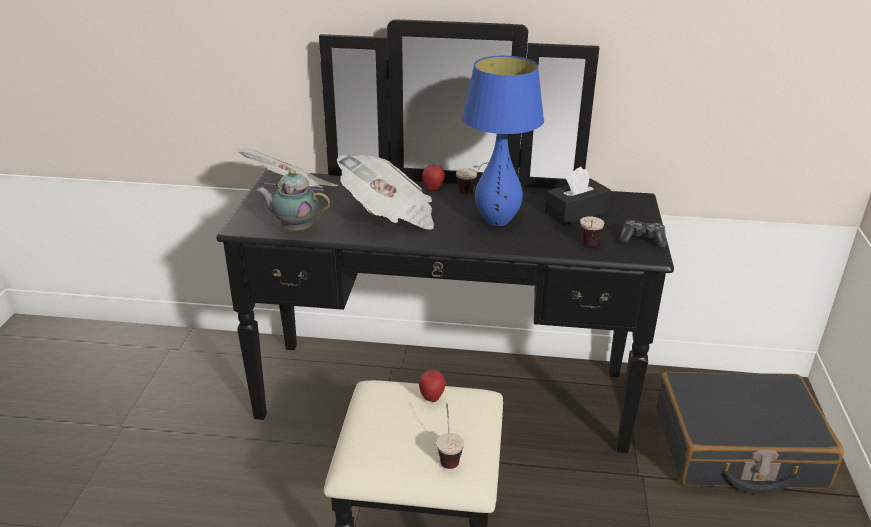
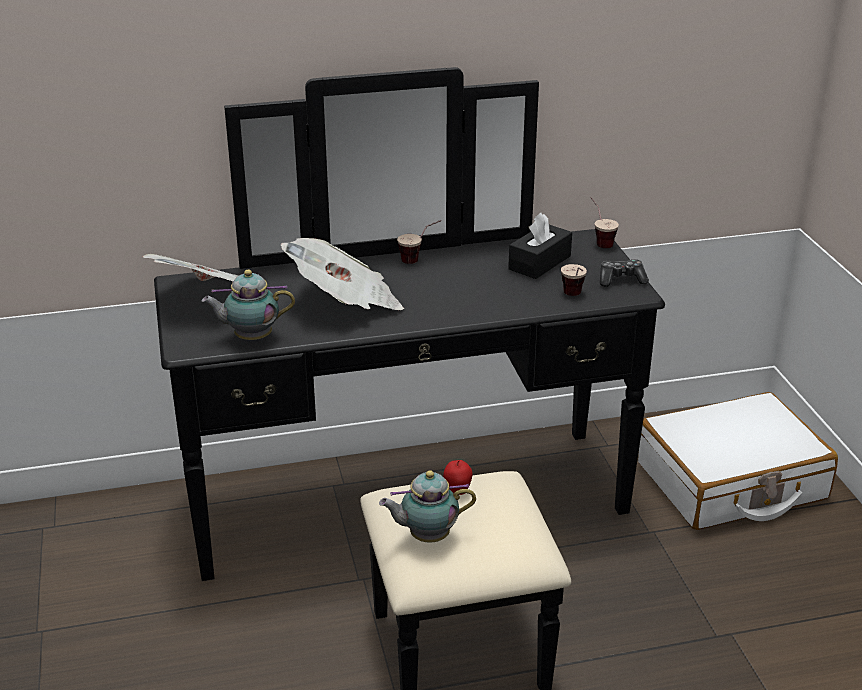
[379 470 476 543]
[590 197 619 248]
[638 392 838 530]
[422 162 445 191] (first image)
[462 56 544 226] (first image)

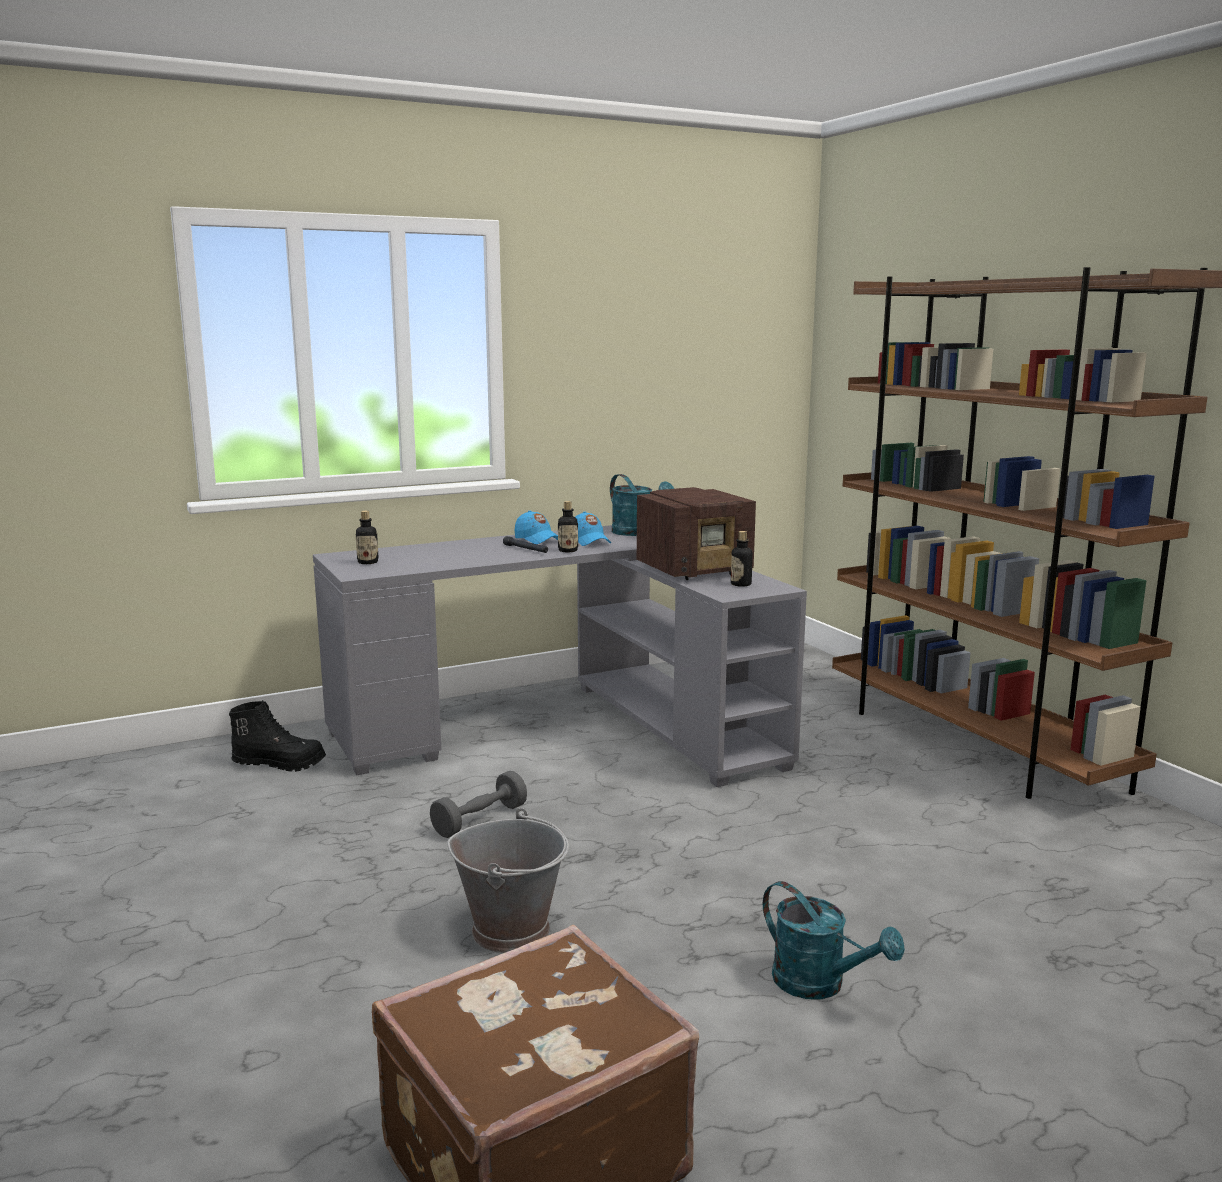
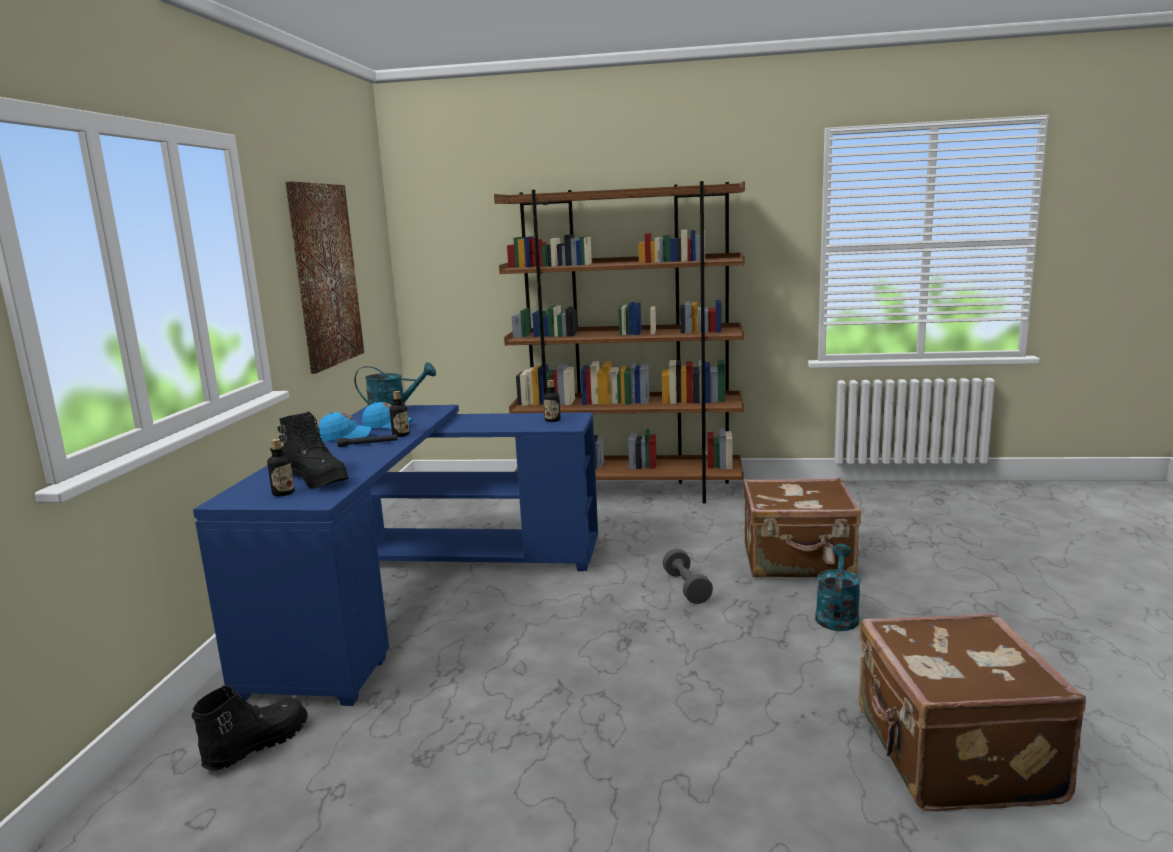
[193 405 598 706]
[278 412 349 489]
[285 181 364 374]
[663 549 713 604]
[743 478 861 578]
[815 544 861 631]
[447 808 569 953] (first image)
[637 487 756 580] (first image)

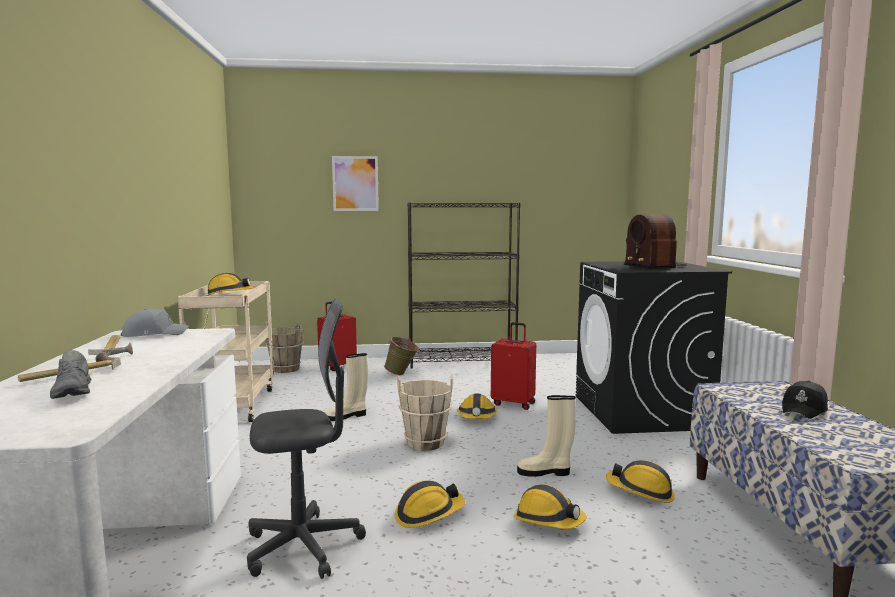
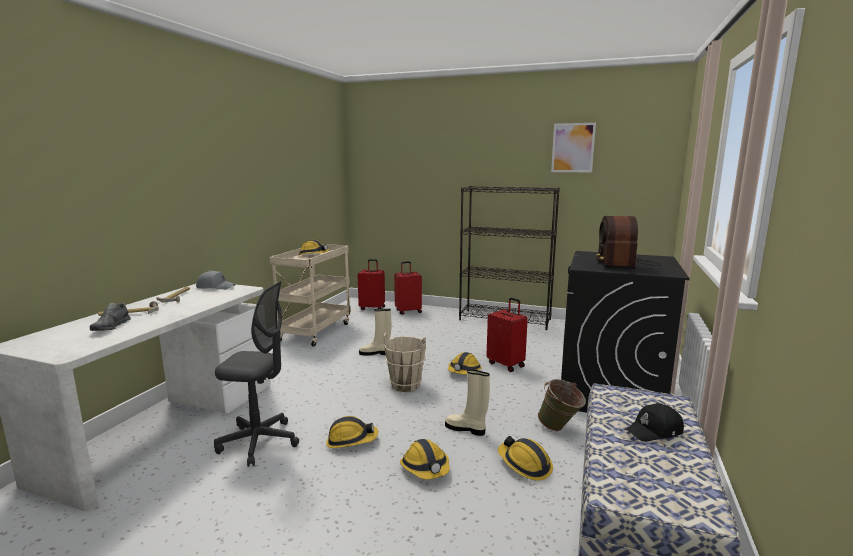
[358 259 385 310]
[538 379 586 431]
[551 123 596 172]

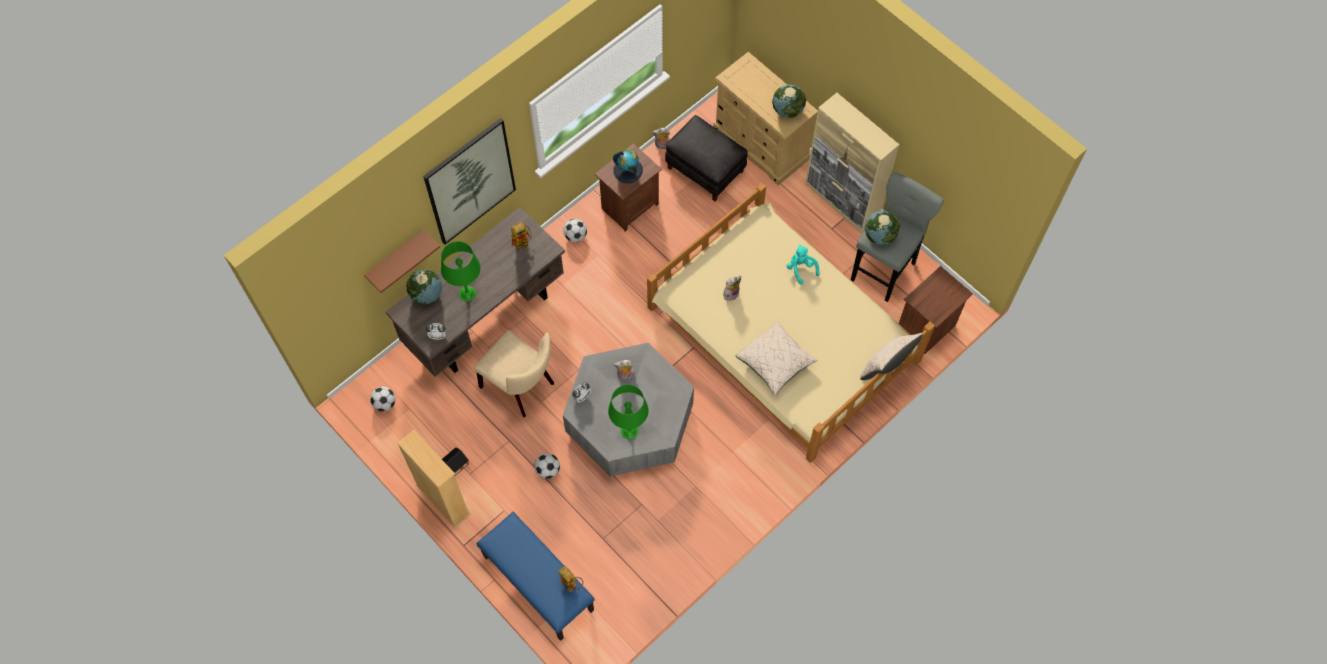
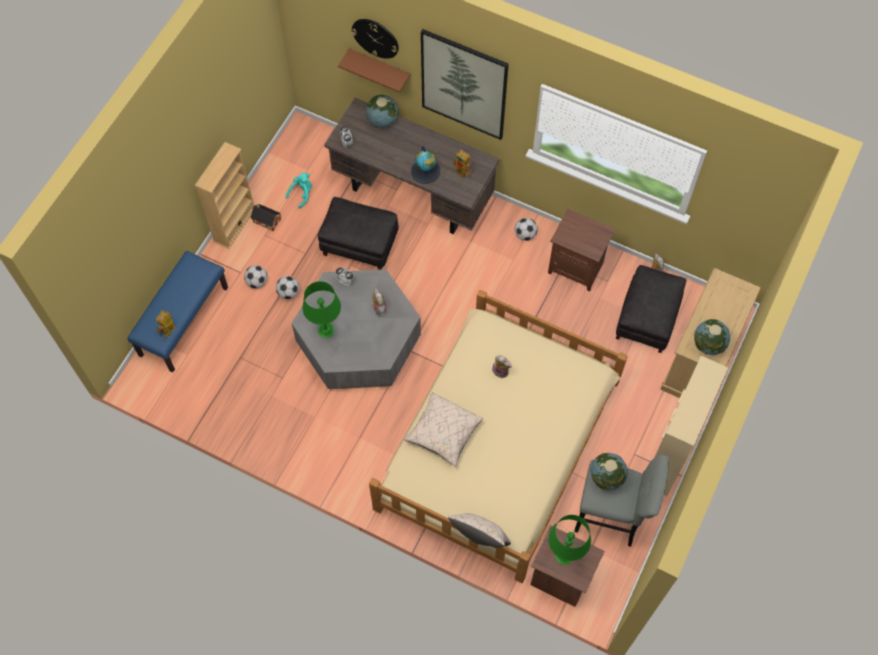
[244 265 268 288]
[286 173 312 208]
[318 197 398 270]
[351 19 399 59]
[411 146 440 184]
[548 515 591 565]

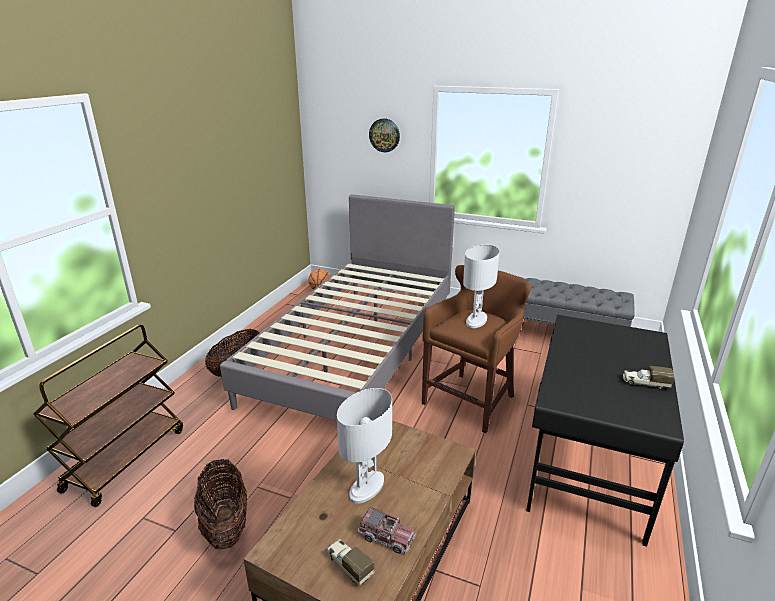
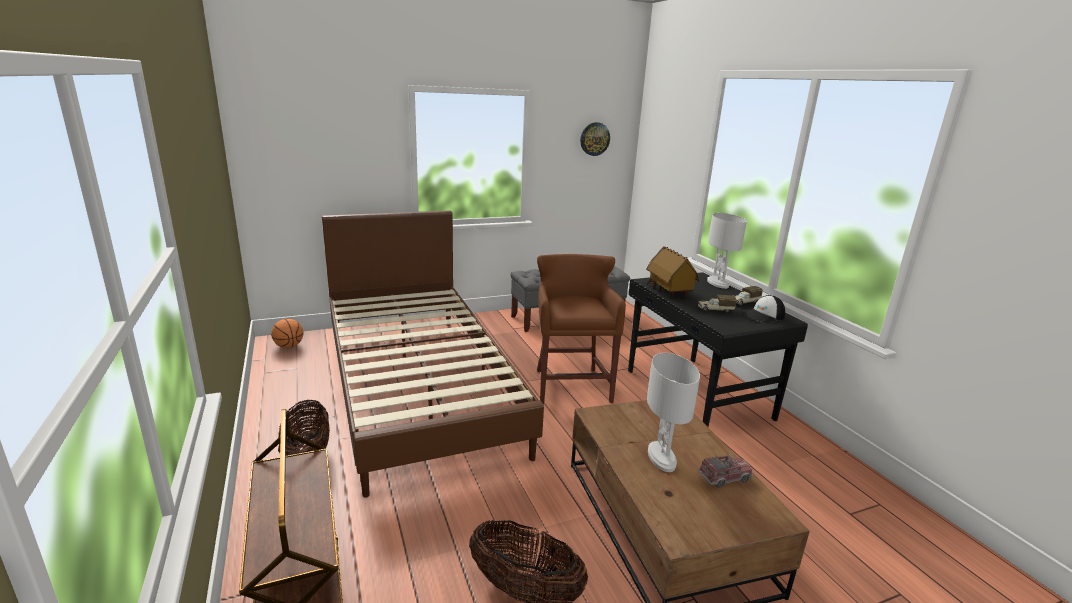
[322 210 544 498]
[580 122 610 156]
[646 246 699 298]
[698 295 736 312]
[707 213 747 289]
[742 295 785 323]

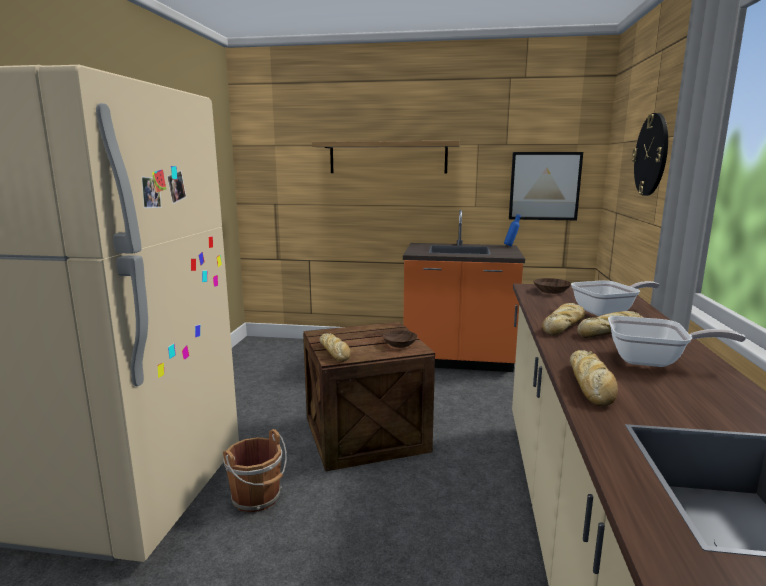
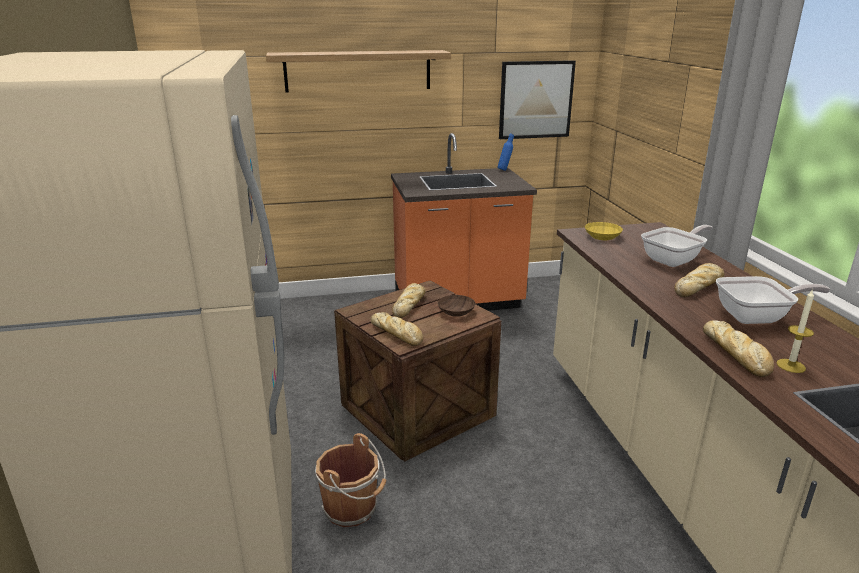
[392 283 426 318]
[585 222 623 240]
[776 289 814 373]
[632 113 668 196] (first image)

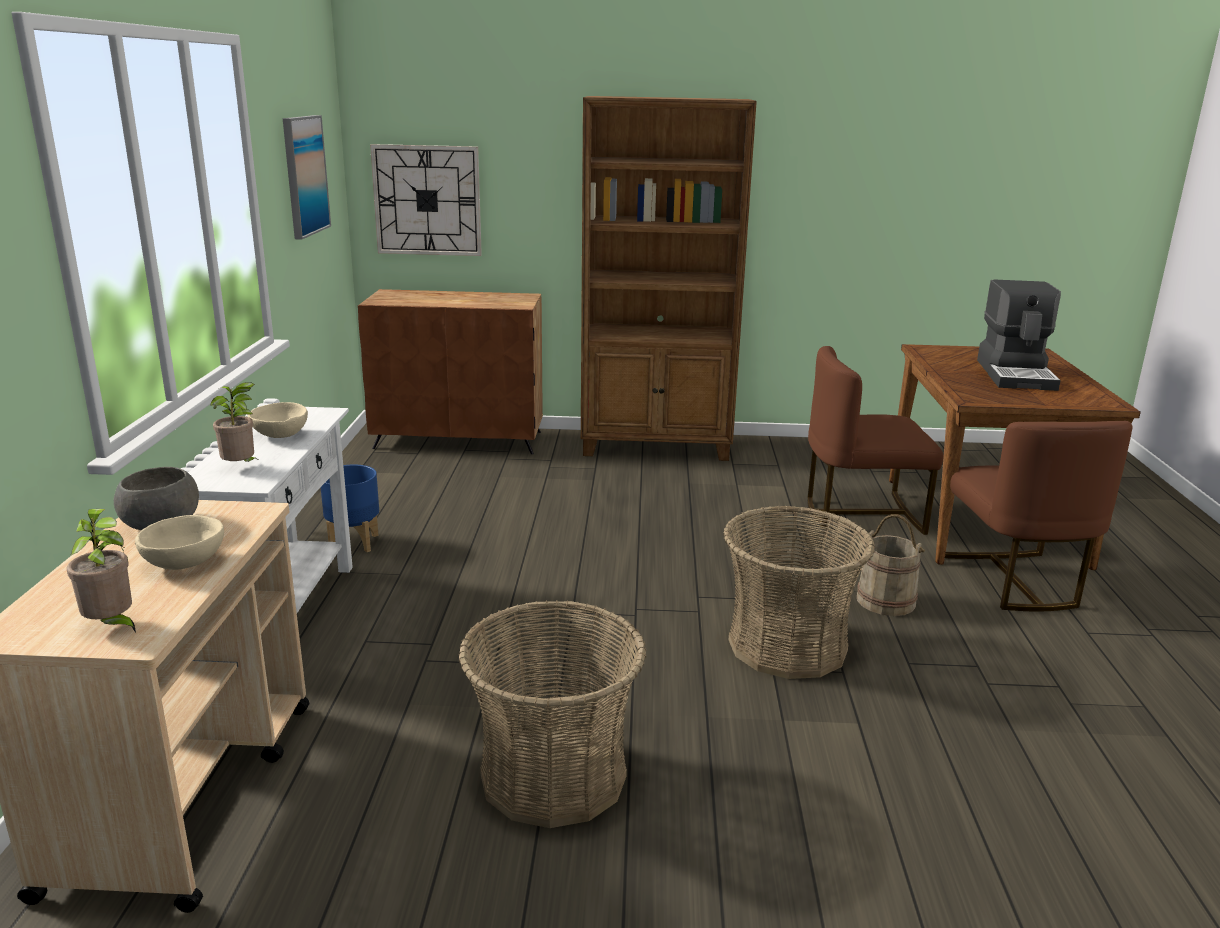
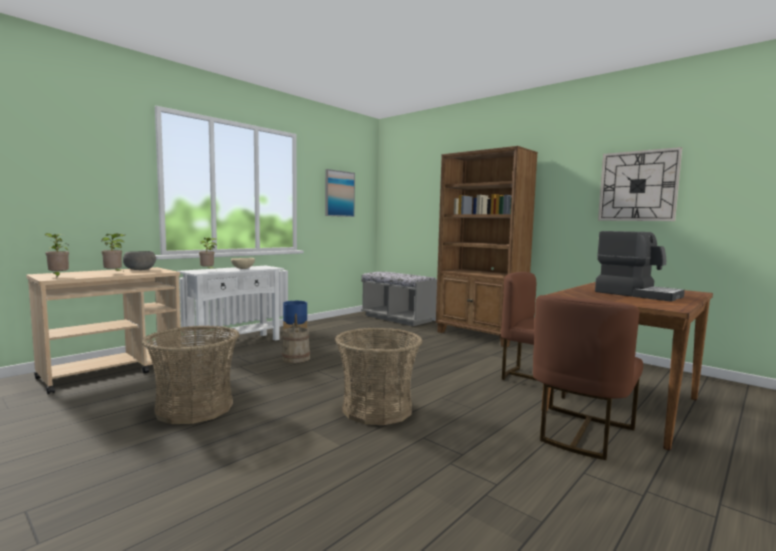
[101 233 126 273]
[282 314 310 363]
[361 272 437 326]
[595 231 685 302]
[598 147 682 221]

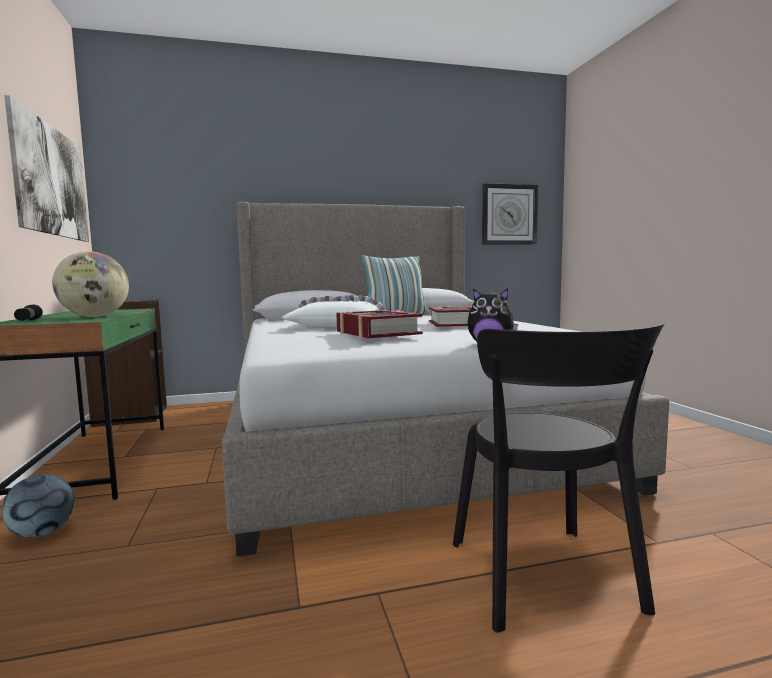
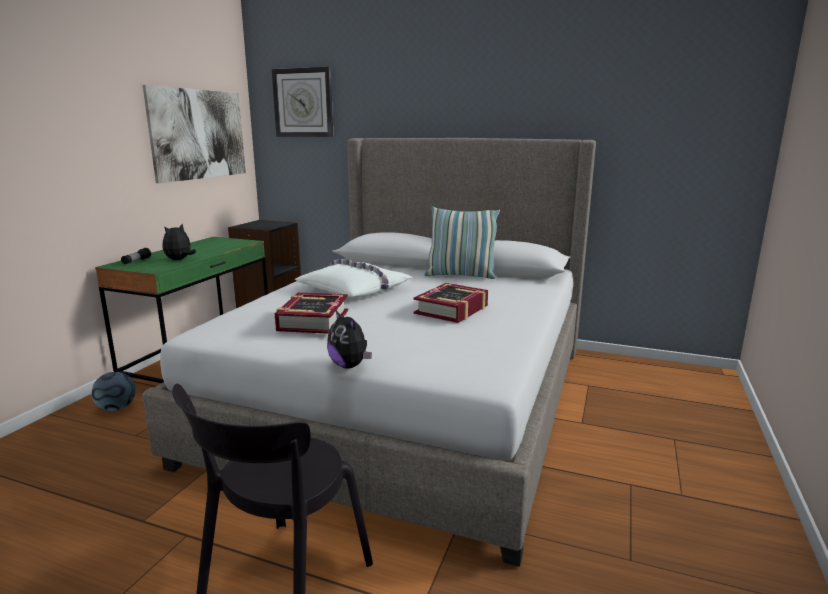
[163 224 196 260]
[272 67 334 137]

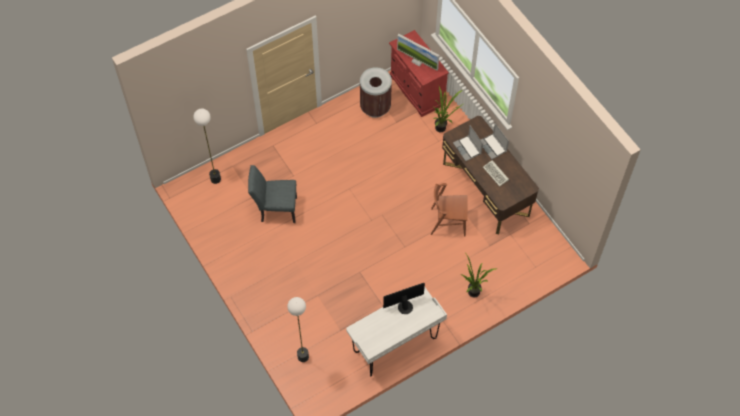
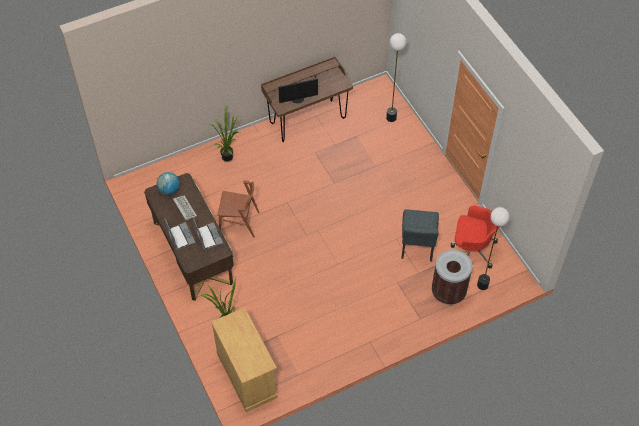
[157 172 180 195]
[211 307 277 412]
[261 56 353 142]
[401 209 439 261]
[432 250 472 305]
[451 206 500 269]
[397 34 439 71] (first image)

